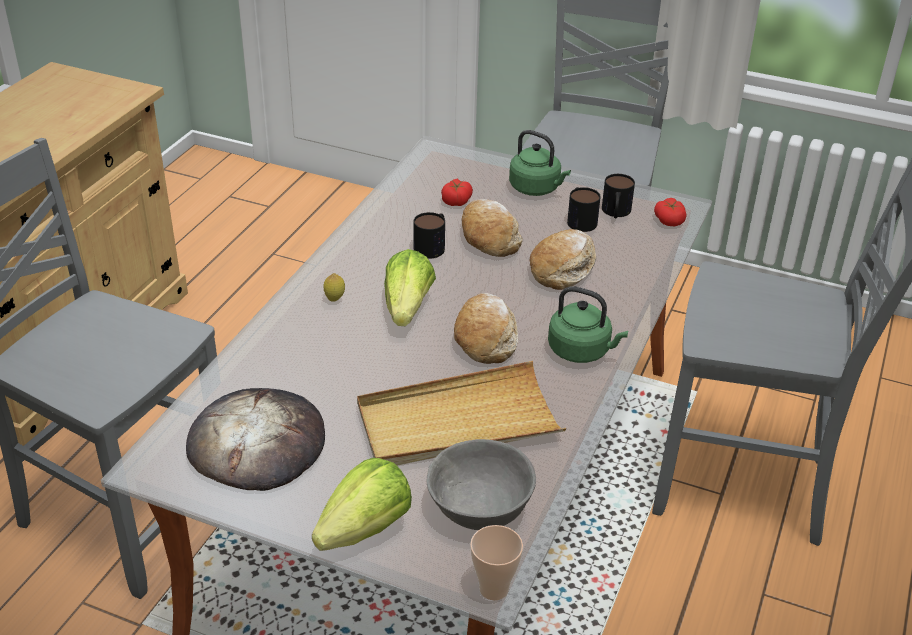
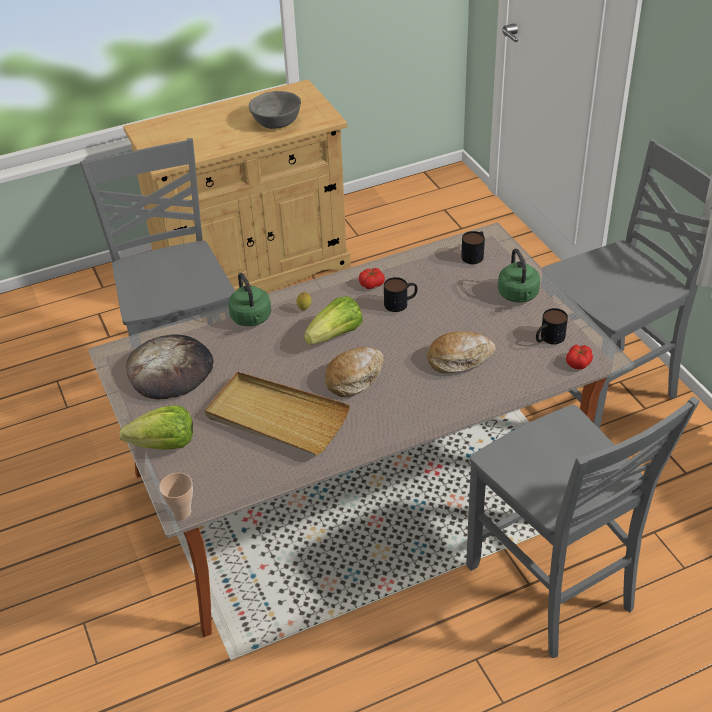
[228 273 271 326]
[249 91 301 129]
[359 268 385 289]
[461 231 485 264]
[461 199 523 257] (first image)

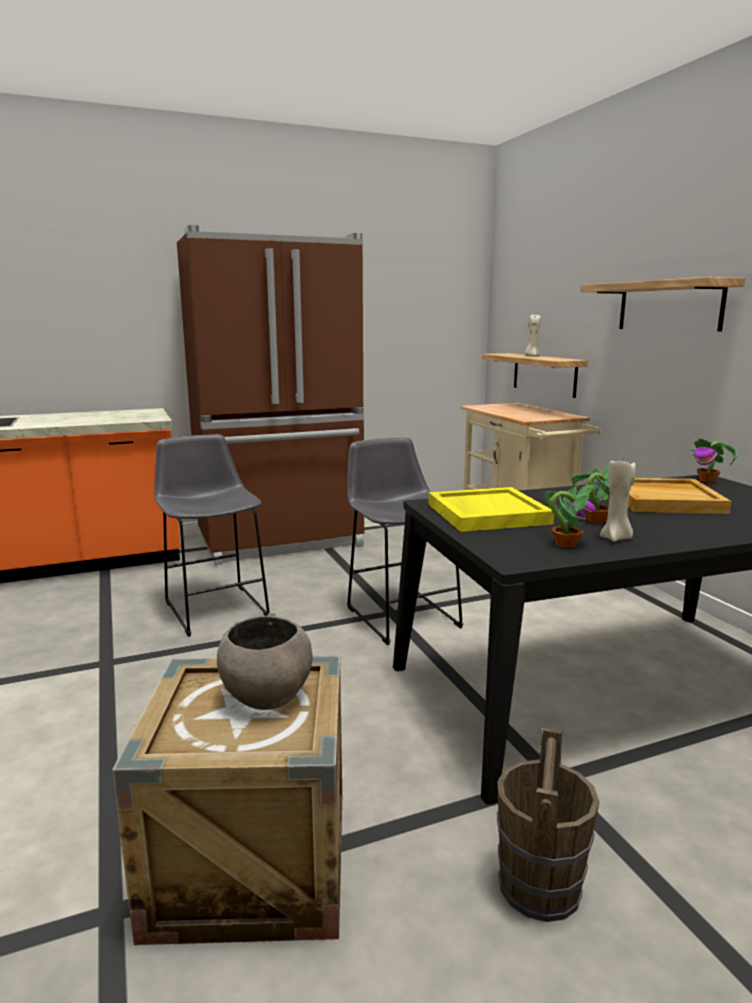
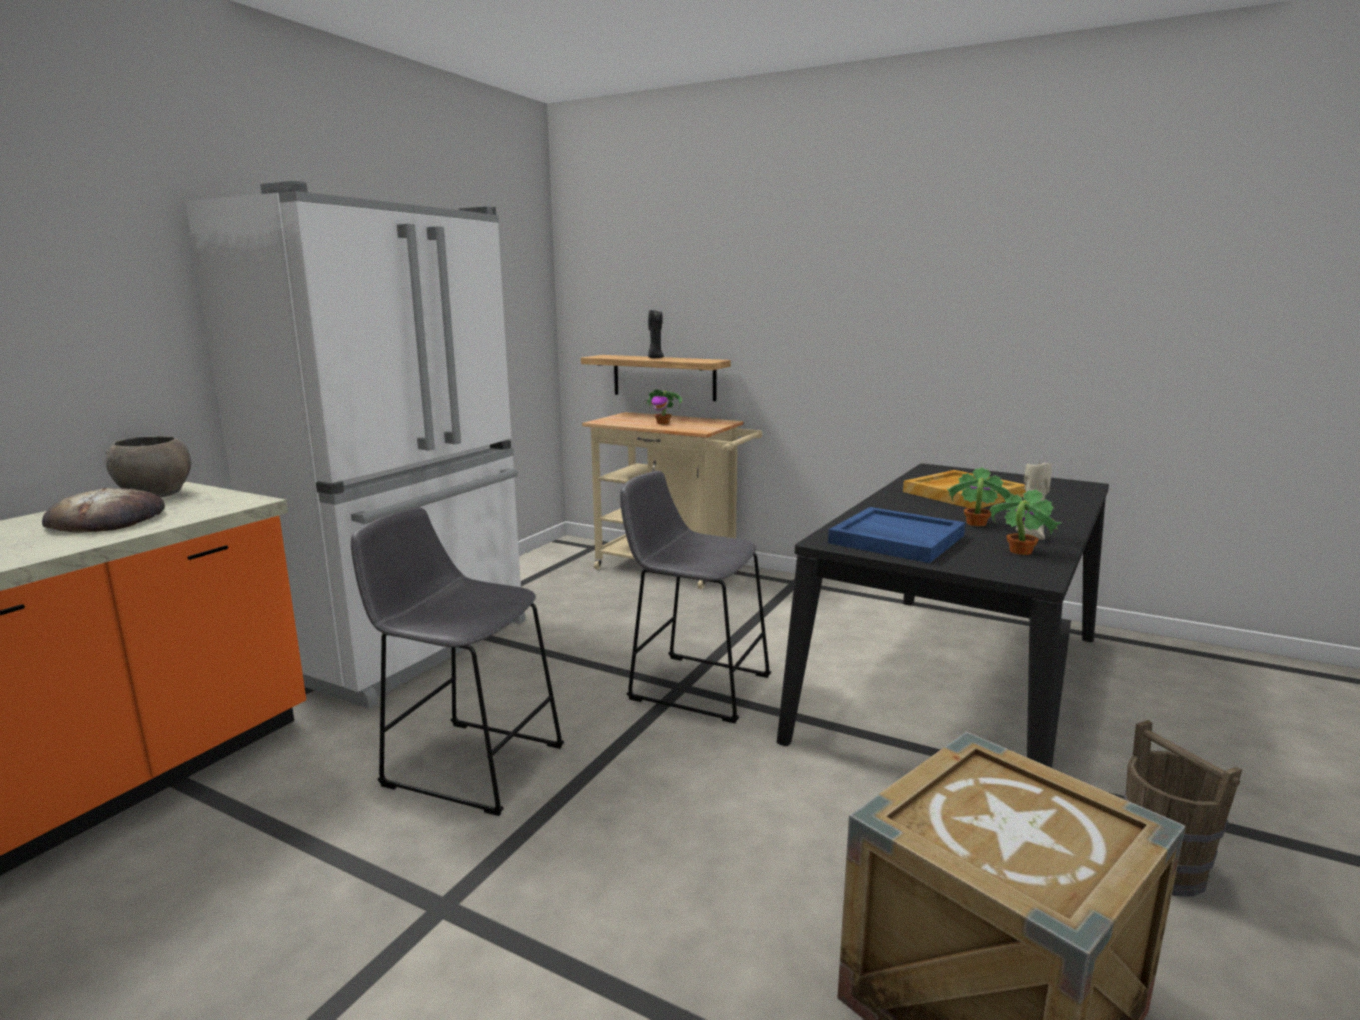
[42 488 165 533]
[106 436 191 498]
[186 181 526 709]
[644 389 682 424]
[648 310 664 358]
[828 507 965 563]
[580 277 745 332] (first image)

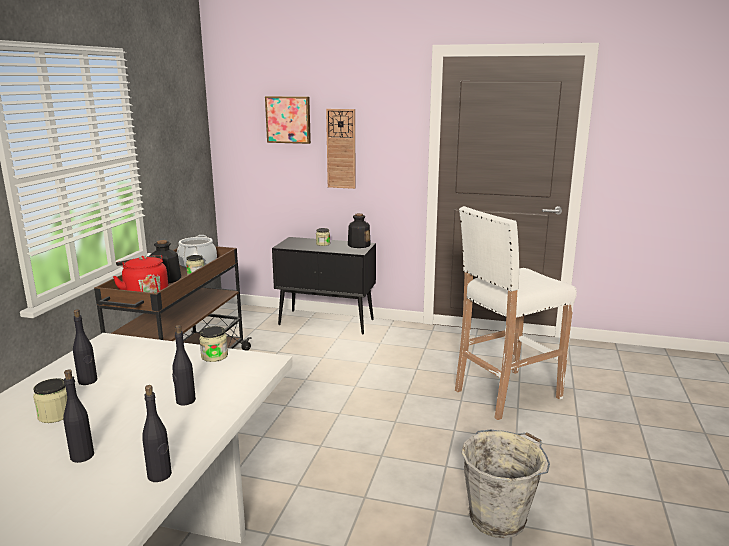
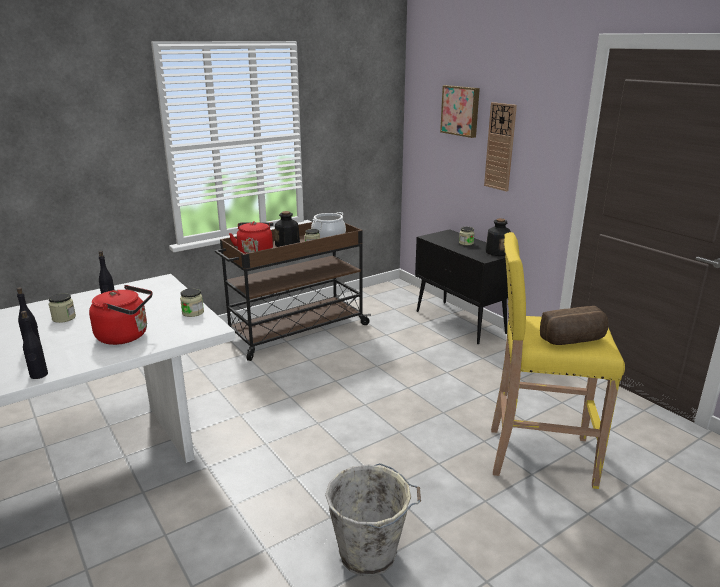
[89 285 153 345]
[491 232 625 489]
[540 306 609 345]

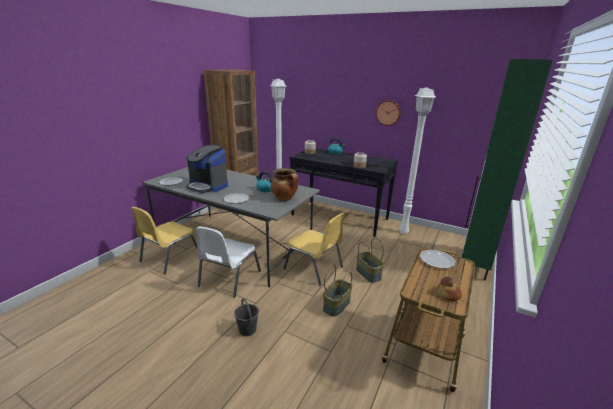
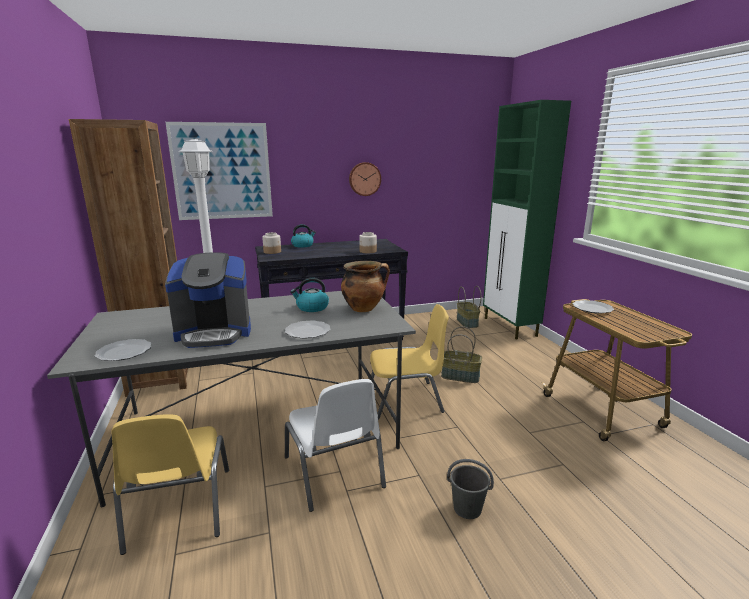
[165 122 273 220]
[457 286 481 328]
[399 88 437 234] (first image)
[437 277 462 301] (first image)

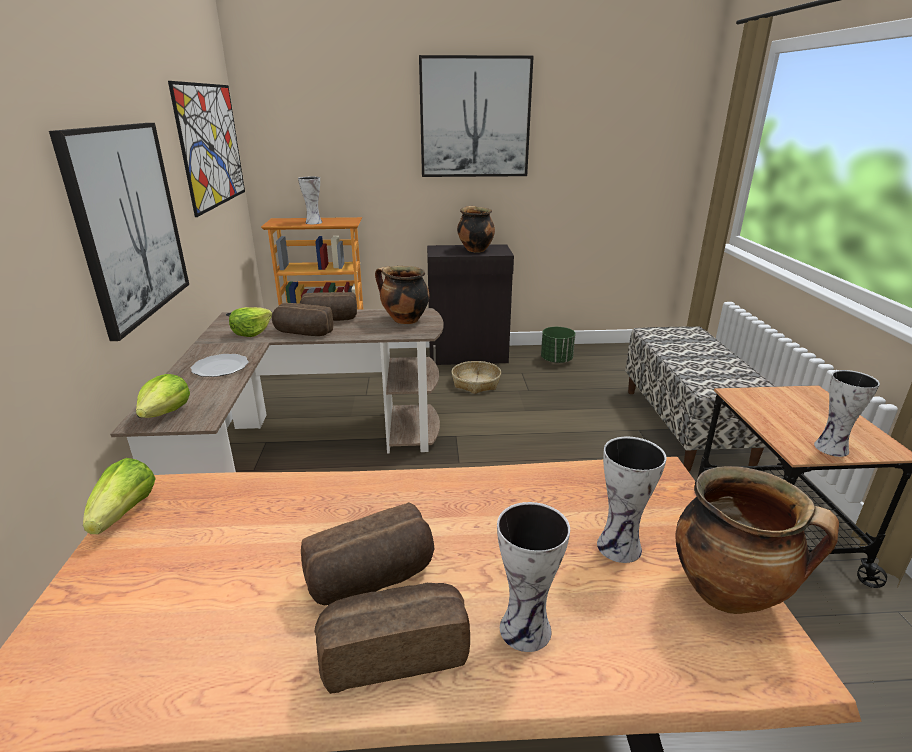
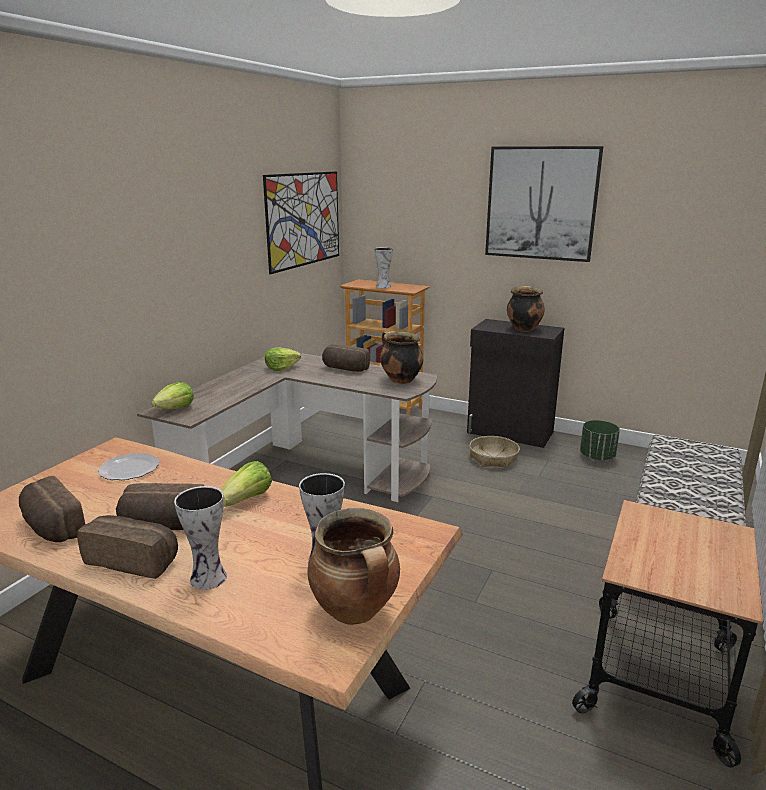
[19 476 85 542]
[98 453 160 480]
[221 461 272 507]
[49 123 189 341] (first image)
[814 370 880 457] (first image)

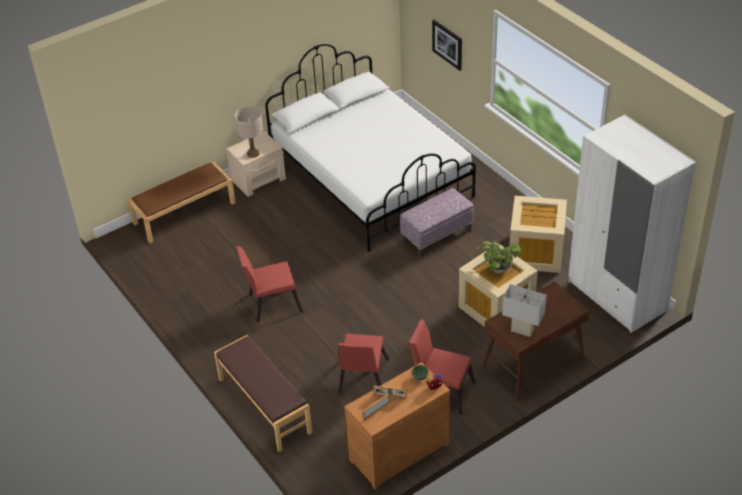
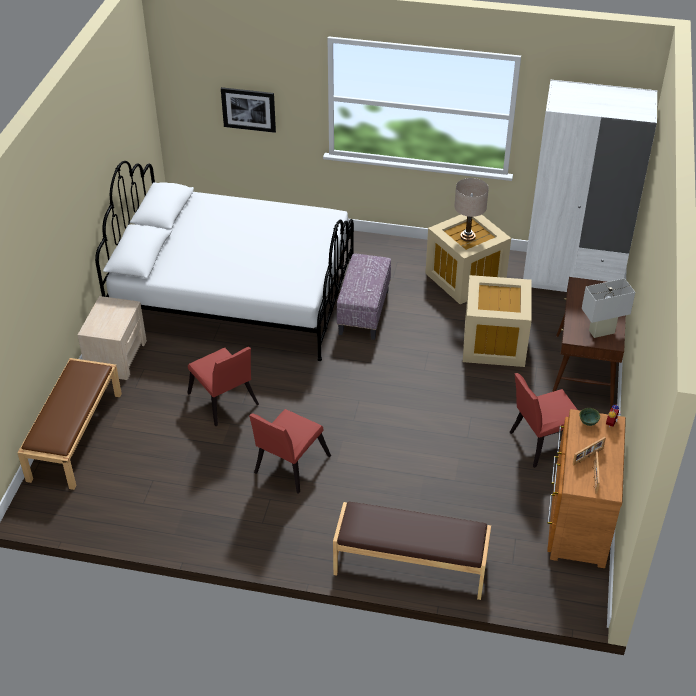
[188 347 259 426]
[454 178 489 242]
[476 241 521 273] (first image)

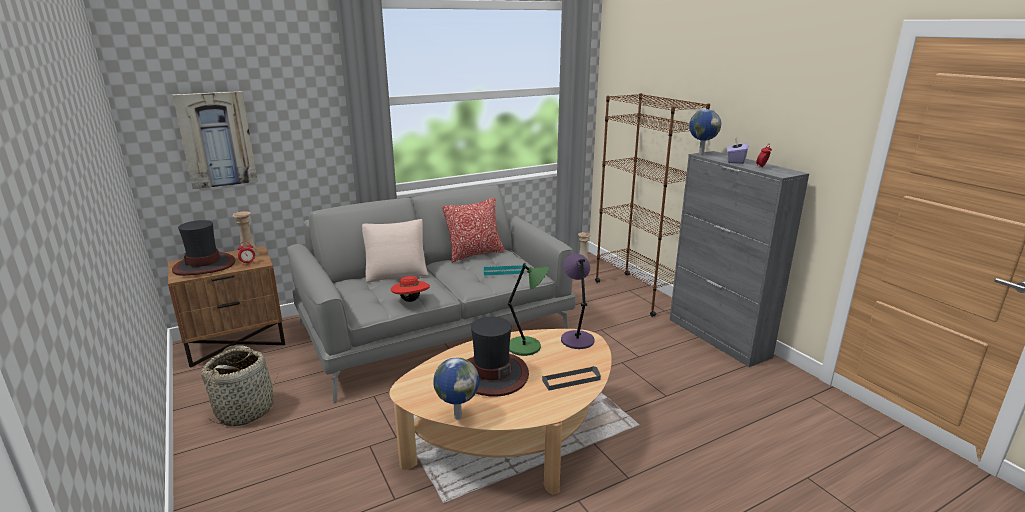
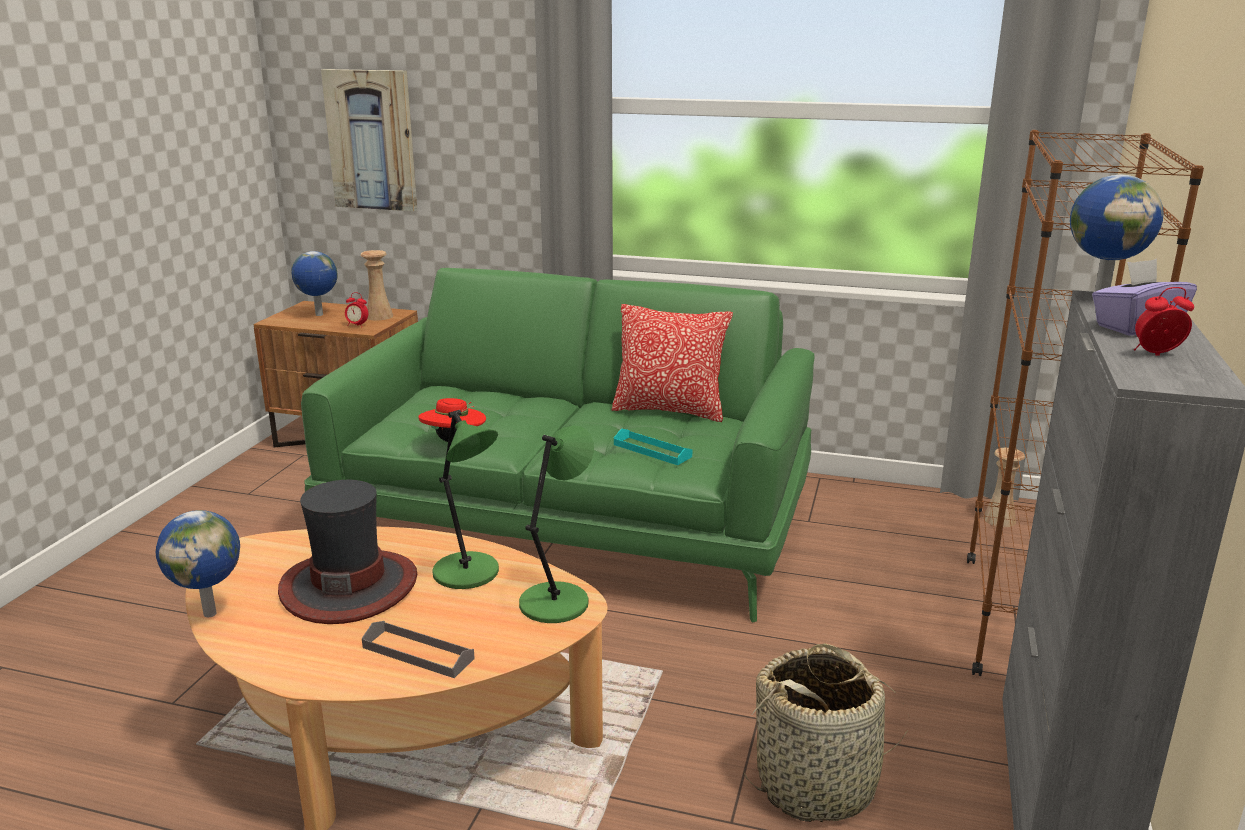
[291 251 338 316]
[301 268 815 622]
[519 425 594 623]
[743 643 909 822]
[362 219 429 282] (first image)

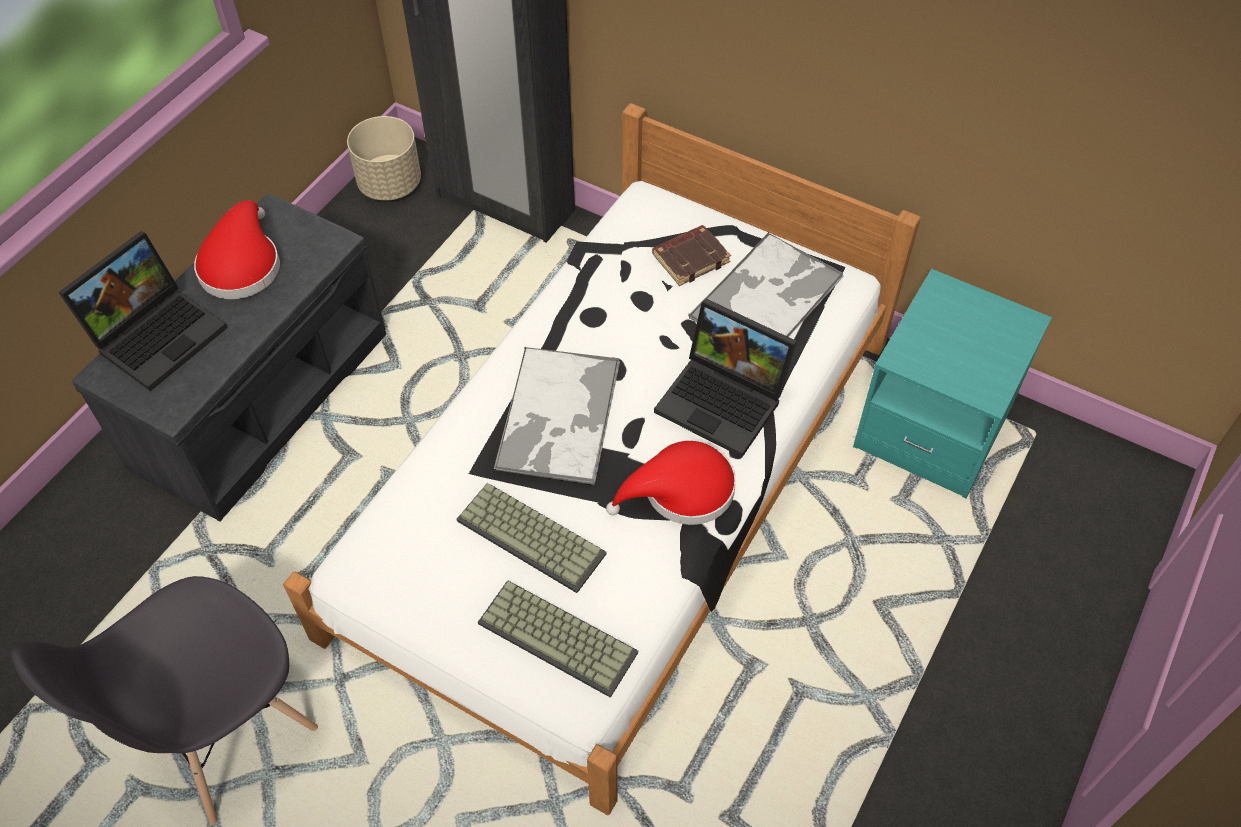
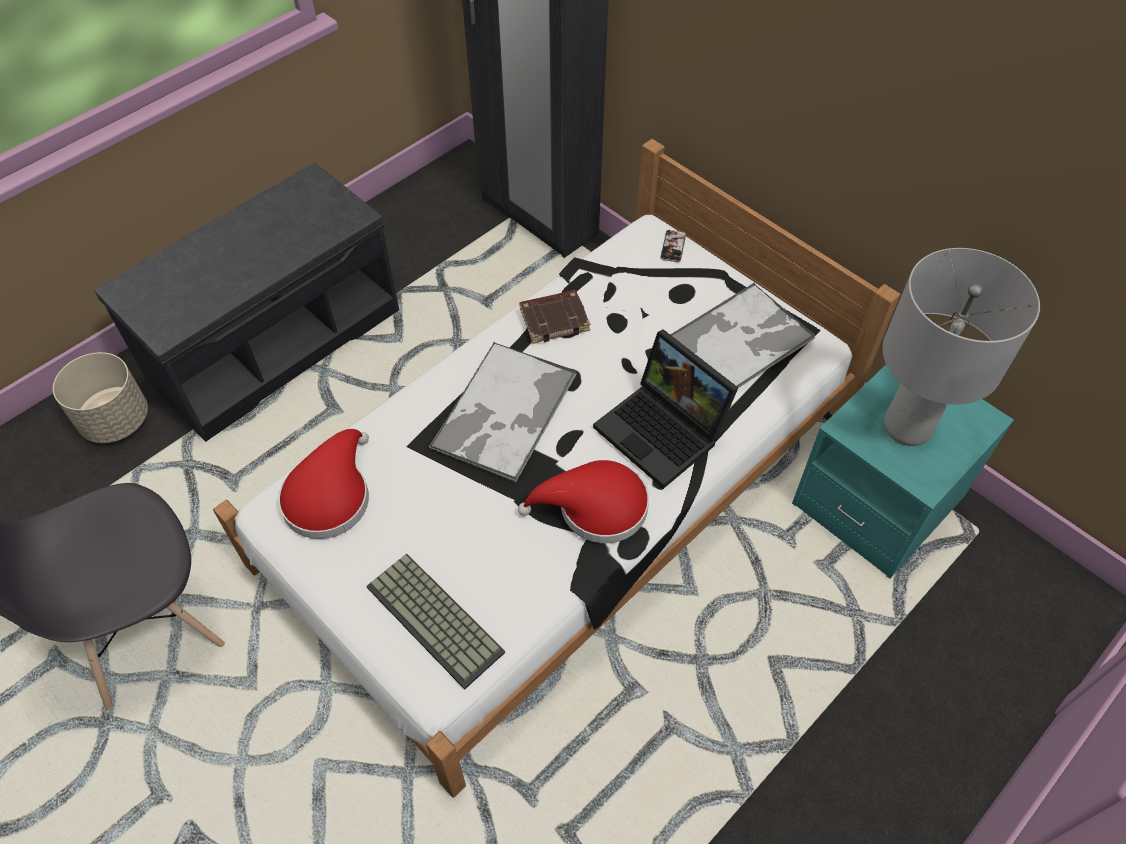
[53 352 148 443]
[278 429 369 539]
[519 290 590 344]
[660 229 686 262]
[882 248 1040 446]
[58 231 227 391] (first image)
[456 483 607 593] (first image)

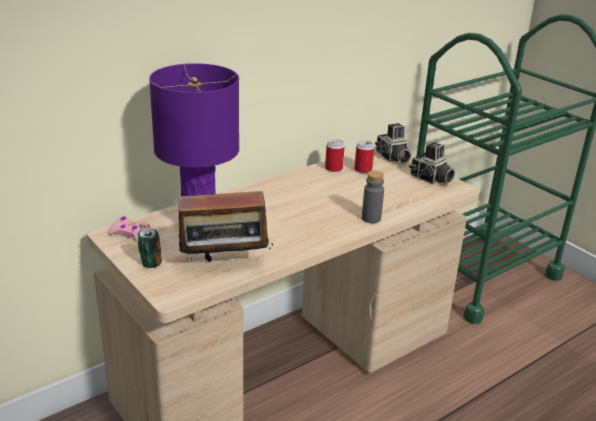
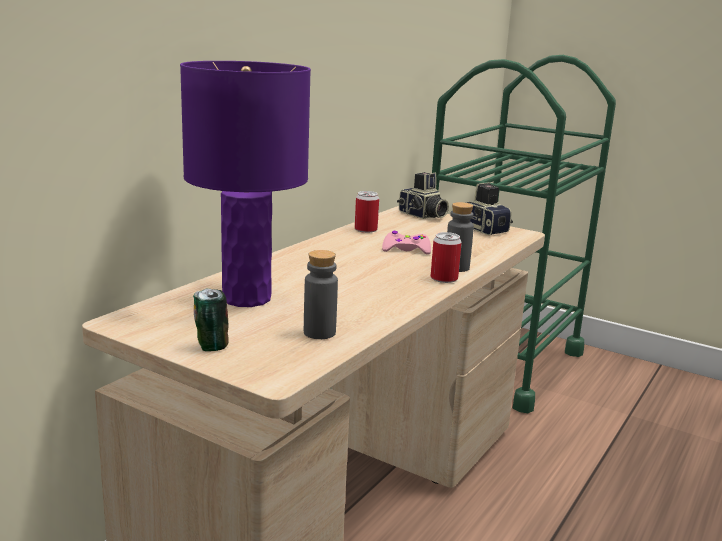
[304 250 338 339]
[382 231 431 255]
[431 232 462 283]
[465 182 513 235]

